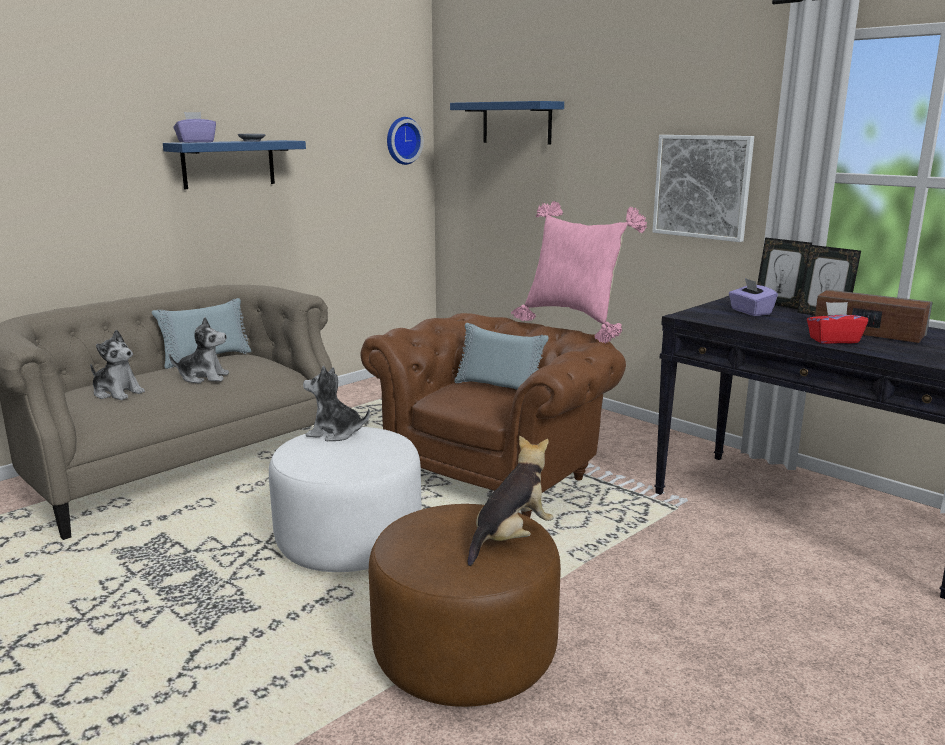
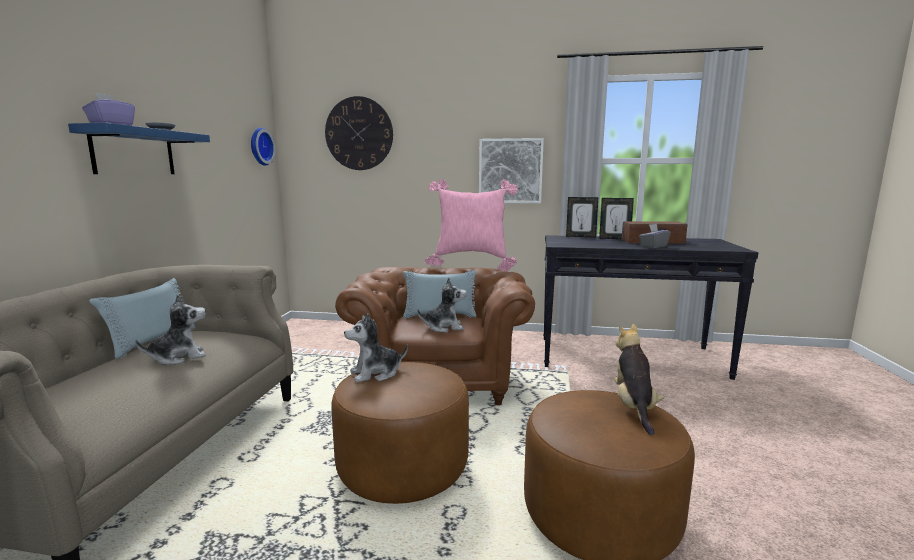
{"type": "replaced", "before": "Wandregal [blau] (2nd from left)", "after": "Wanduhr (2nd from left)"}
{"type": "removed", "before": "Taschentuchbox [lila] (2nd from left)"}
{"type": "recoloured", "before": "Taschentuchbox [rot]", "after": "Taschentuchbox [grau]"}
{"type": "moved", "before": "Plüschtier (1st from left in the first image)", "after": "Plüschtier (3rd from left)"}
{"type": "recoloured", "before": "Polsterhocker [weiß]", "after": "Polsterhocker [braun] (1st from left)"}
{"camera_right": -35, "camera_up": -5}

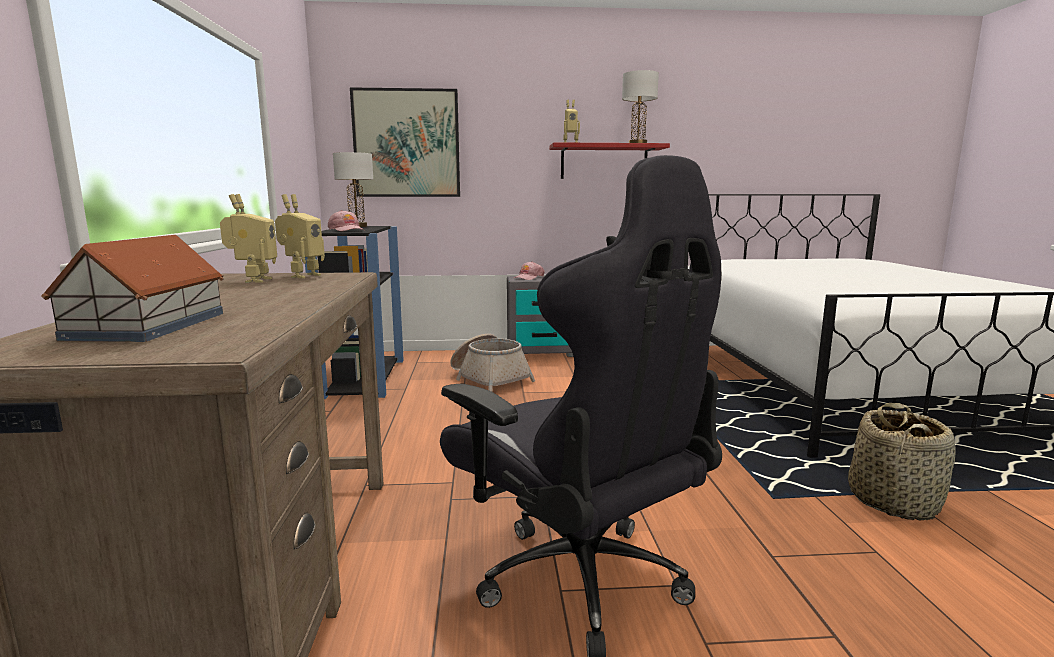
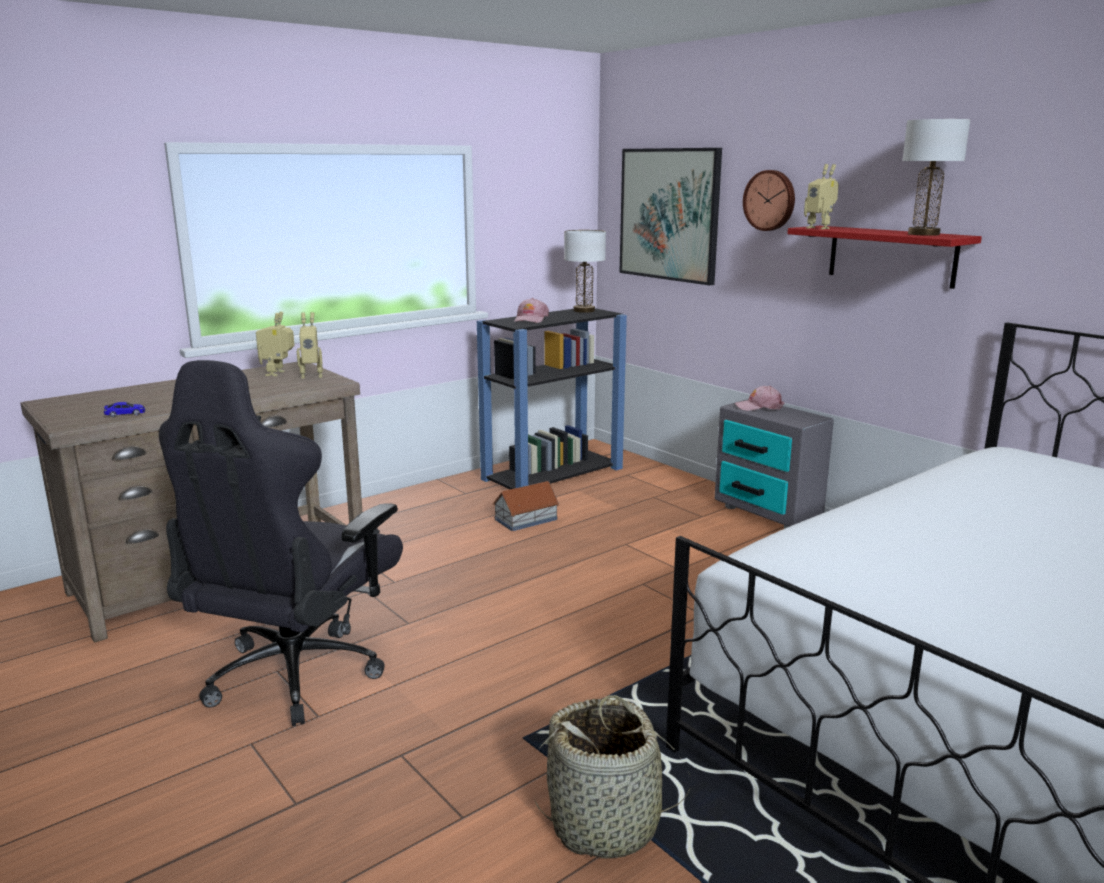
{"type": "turned", "before": "Spielzeugroboter (1st from left)", "turn": 135}
{"type": "moved", "before": "Spielzeughaus"}
{"type": "removed", "before": "Korb (1st from left)"}
{"type": "added", "after": "Wanduhr"}
{"type": "added", "after": "Spielzeugauto"}
{"camera_right": 55, "camera_up": 5}

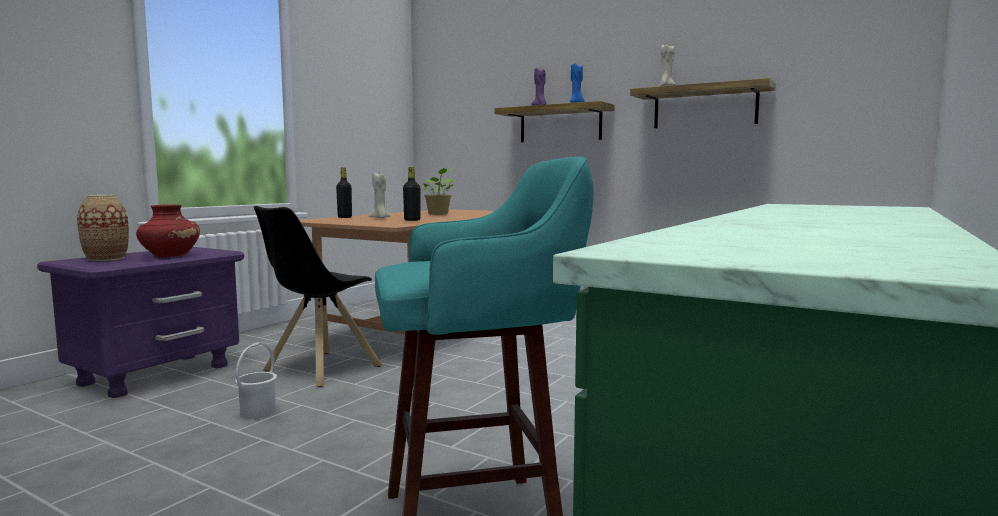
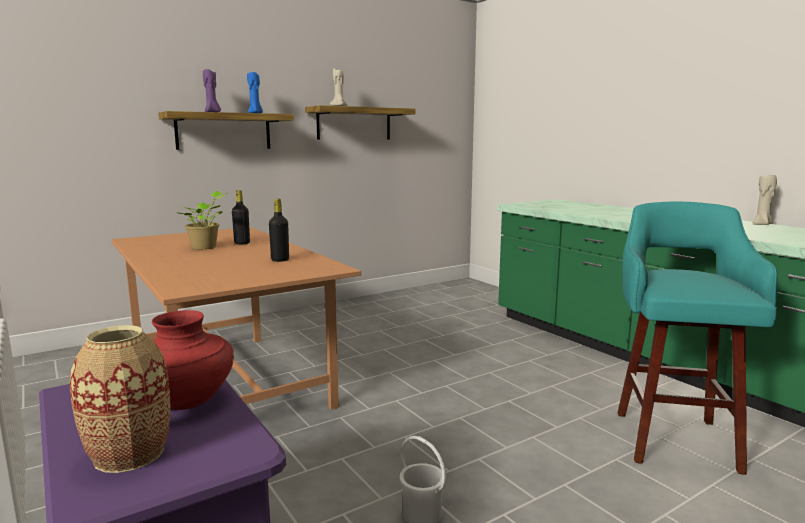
{"type": "moved", "before": "Flasche [schwarz] (1st from left)"}
{"type": "moved", "before": "Kerze [beige] (1st from left in the first image)", "after": "Kerze [beige] (2nd from left)"}
{"type": "removed", "before": "Stuhl [schwarz]"}
{"camera_right": -65, "camera_up": 5}

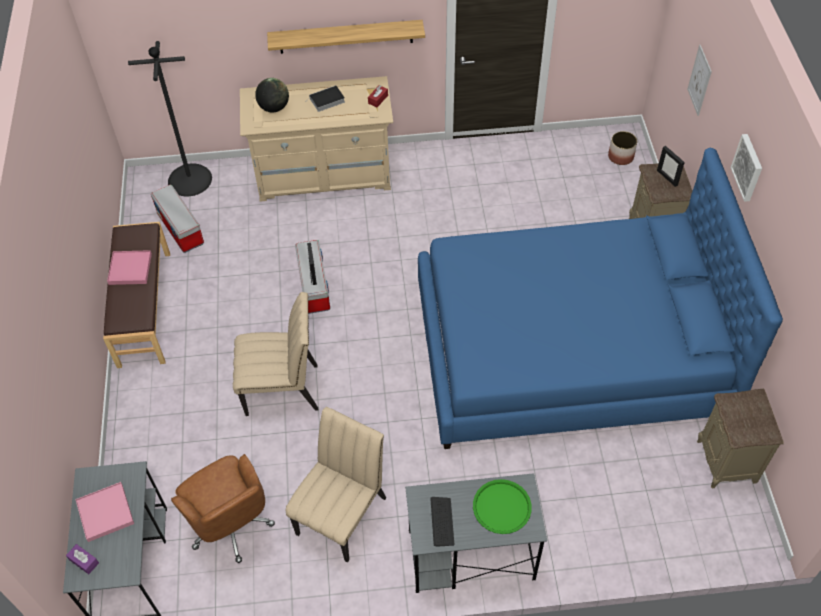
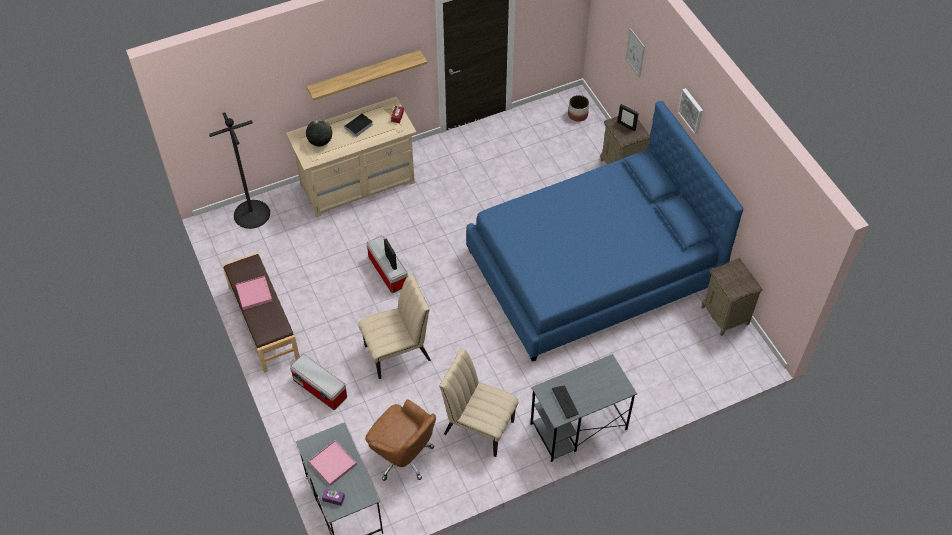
{"type": "moved", "before": "Aufbewahrungsbox (1st from left)"}
{"type": "turned", "before": "Stuhl [beige] (2nd from left)", "turn": -75}
{"type": "removed", "before": "Tablett [grün]"}
{"camera_right": -20, "camera_up": 0}

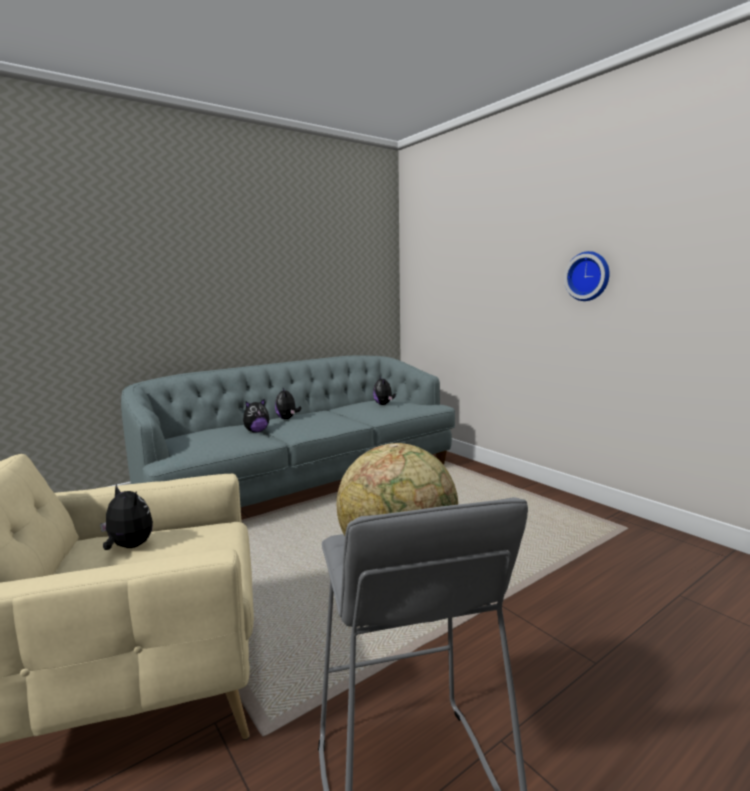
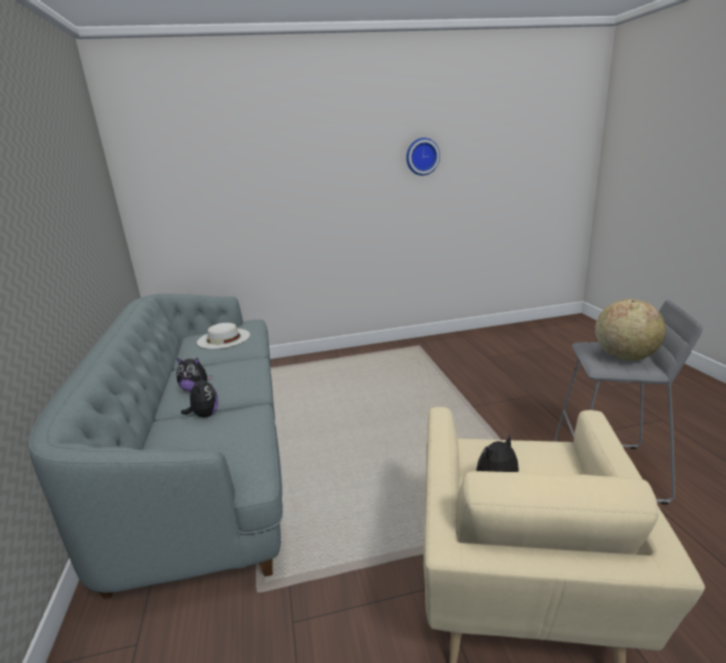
{"type": "moved", "before": "Wanduhr"}
{"type": "replaced", "before": "Plüschtier (4th from left)", "after": "Hut [weiß]"}
{"camera_right": -65, "camera_up": 10}

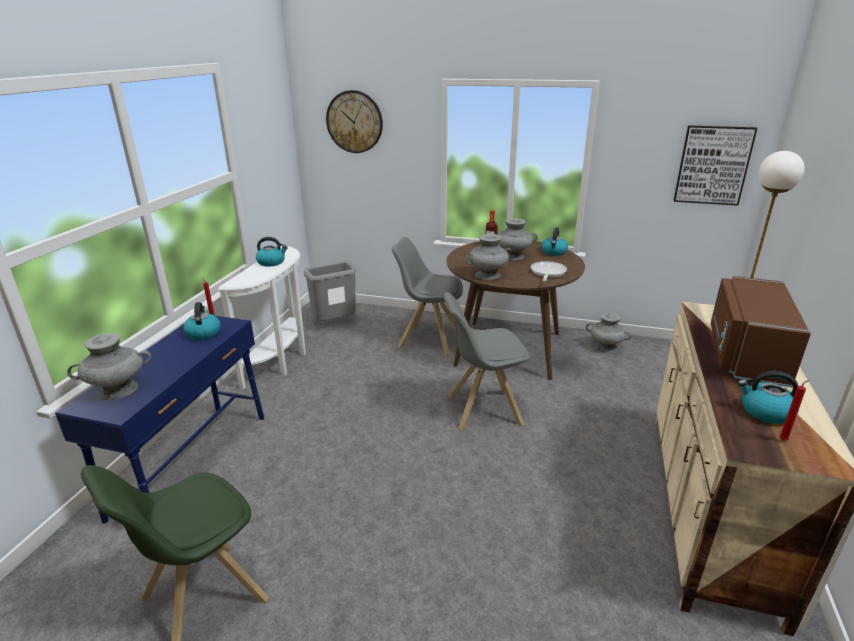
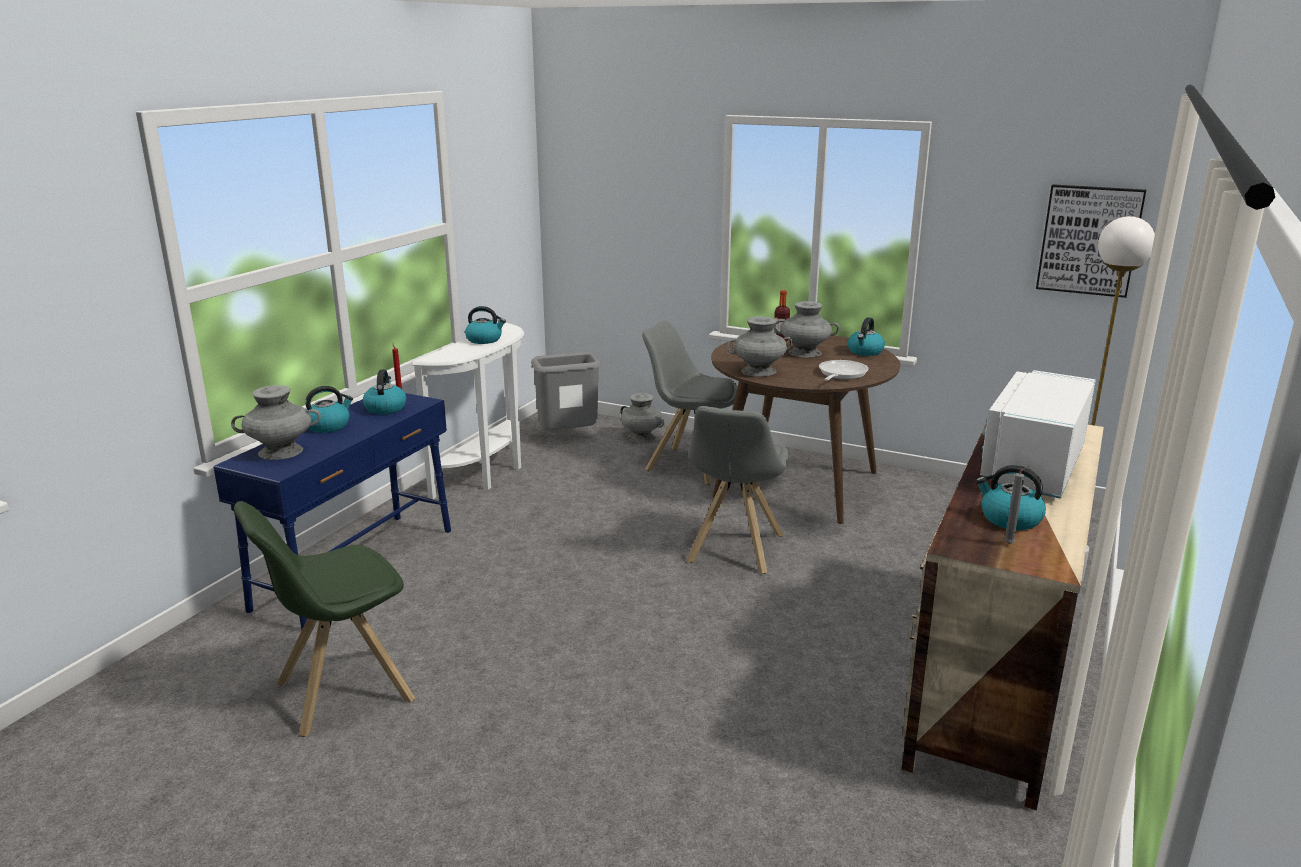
{"type": "removed", "before": "Wanduhr"}
{"type": "recoloured", "before": "Mikrowelle [braun]", "after": "Mikrowelle [weiß]"}
{"type": "turned", "before": "Stuhl [grau] (2nd from left)", "turn": -75}
{"type": "moved", "before": "Vase [grau] (4th from left in the first image)", "after": "Vase [grau] (2nd from left)"}
{"type": "recoloured", "before": "Kerze [rot] (2nd from left)", "after": "Kerze [grau]"}
{"type": "added", "after": "Wasserkessel (1st from left)"}
{"camera_right": 10, "camera_up": -5}

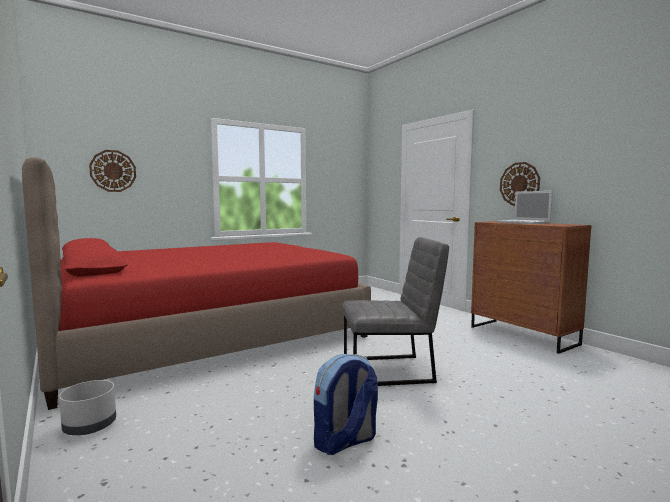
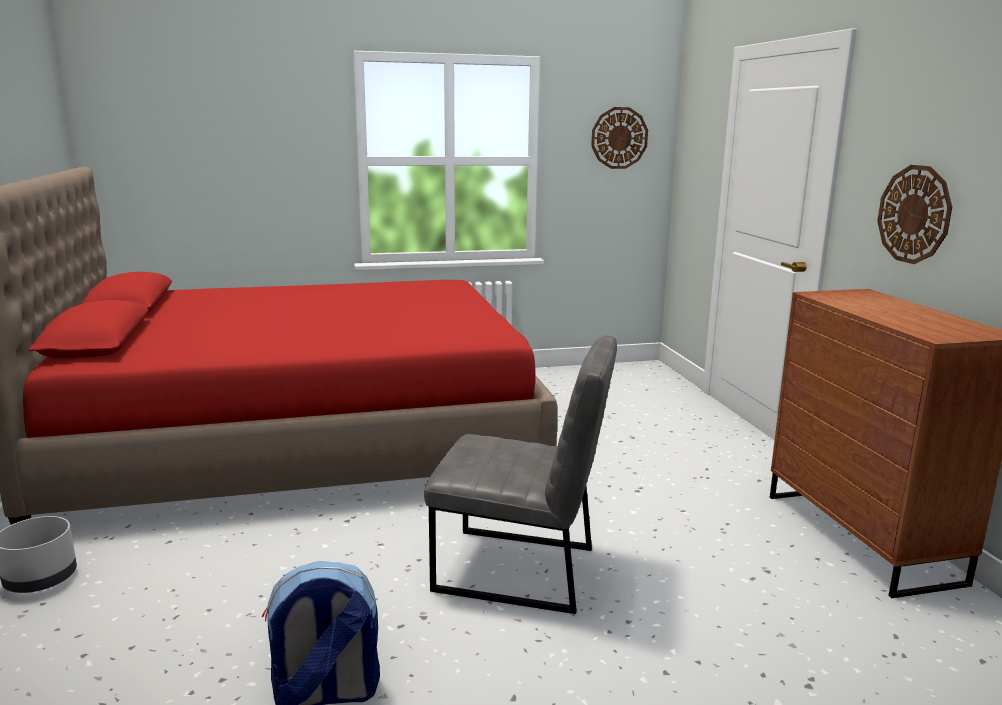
{"type": "moved", "before": "Wanduhr (1st from left)"}
{"type": "removed", "before": "Laptop"}
{"camera_right": 20, "camera_up": 10}

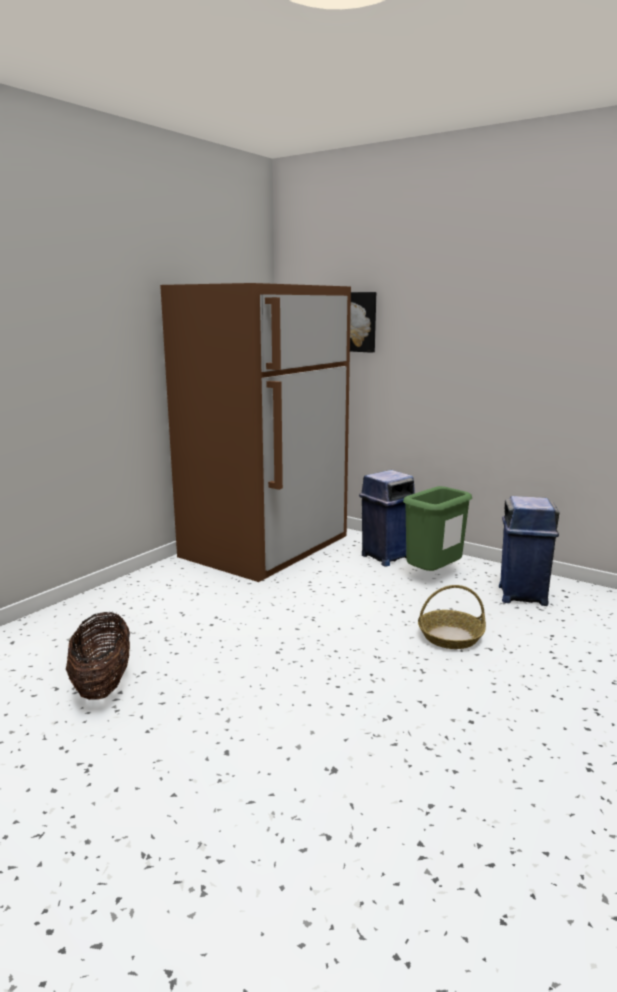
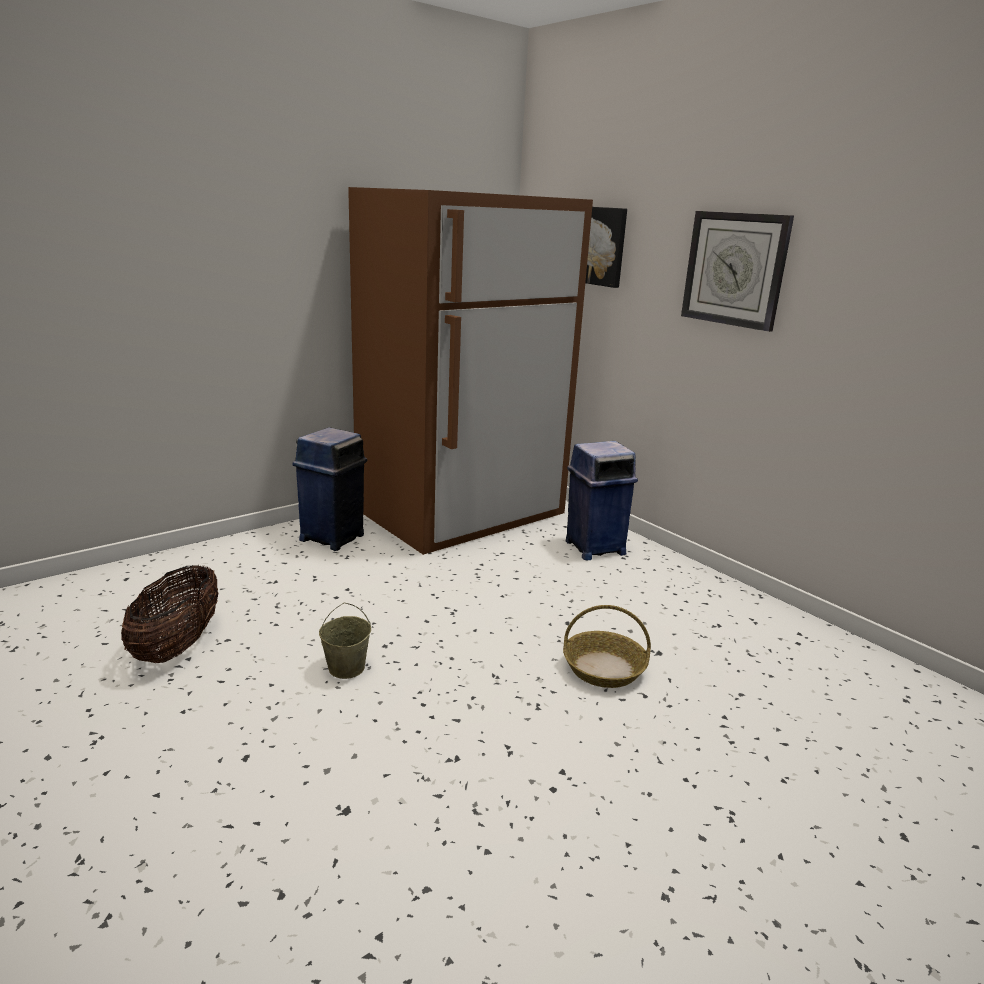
{"type": "removed", "before": "Mülleimer [grün]"}
{"type": "moved", "before": "Mülleimer [blau] (2nd from left in the first image)", "after": "Mülleimer [blau] (1st from left)"}
{"type": "added", "after": "Wanduhr"}
{"type": "added", "after": "Eimer [beige]"}
{"camera_right": 15, "camera_up": 5}

